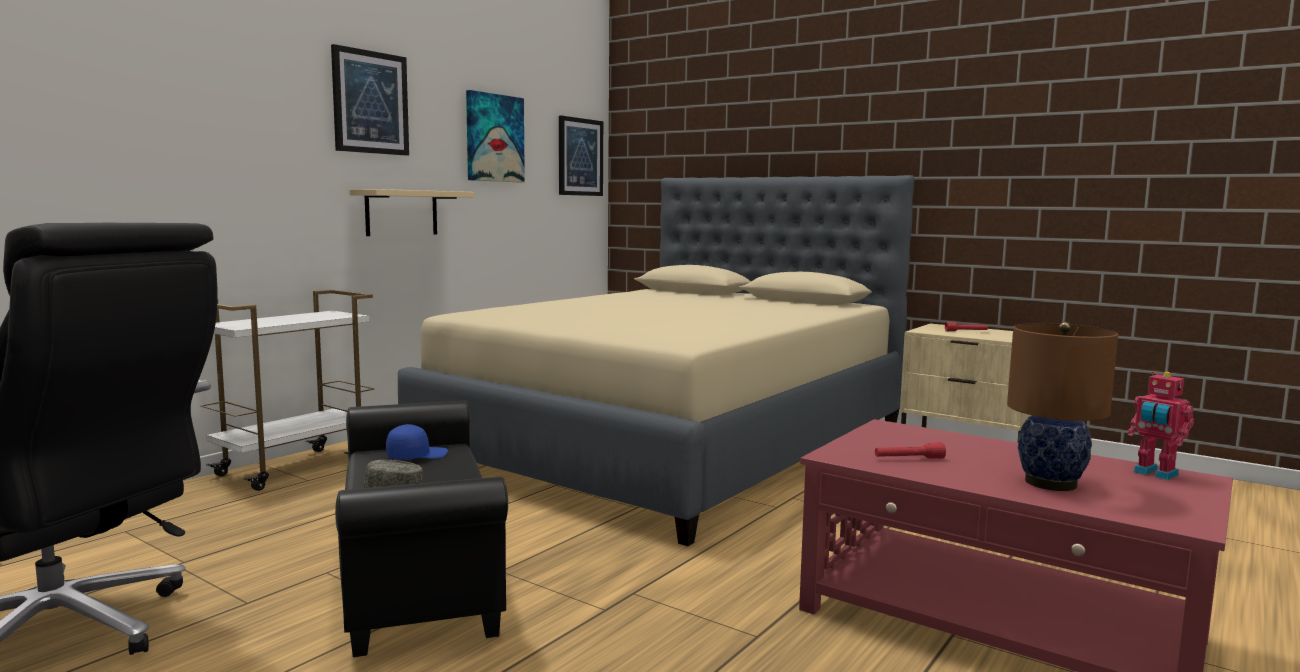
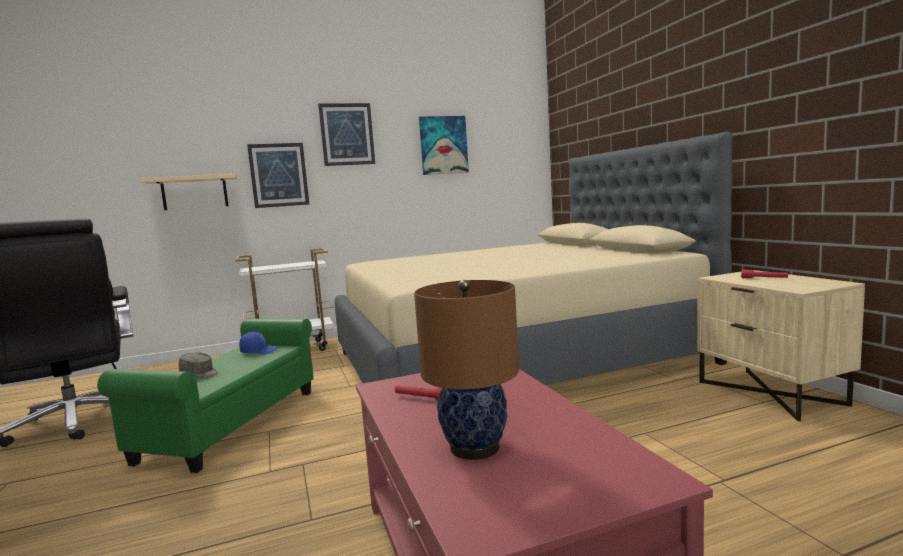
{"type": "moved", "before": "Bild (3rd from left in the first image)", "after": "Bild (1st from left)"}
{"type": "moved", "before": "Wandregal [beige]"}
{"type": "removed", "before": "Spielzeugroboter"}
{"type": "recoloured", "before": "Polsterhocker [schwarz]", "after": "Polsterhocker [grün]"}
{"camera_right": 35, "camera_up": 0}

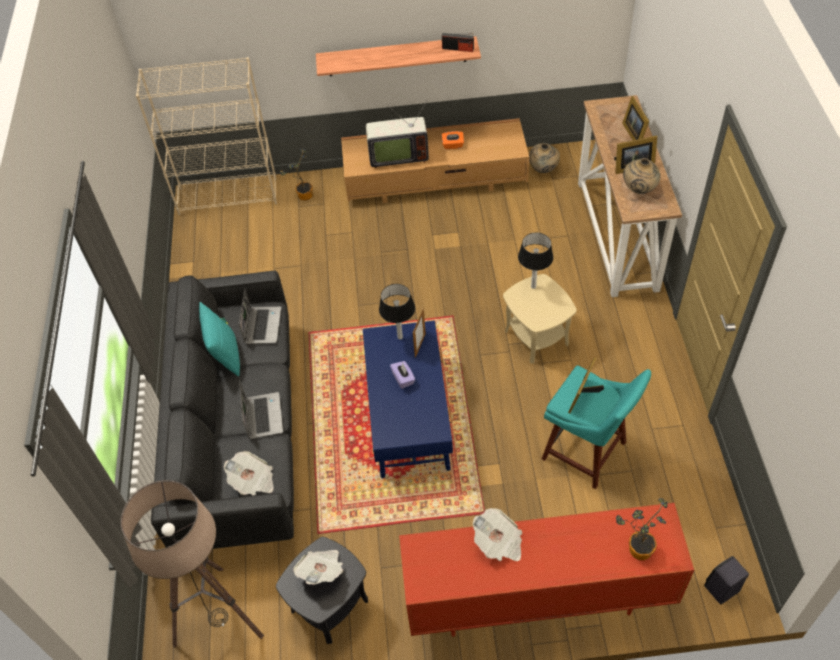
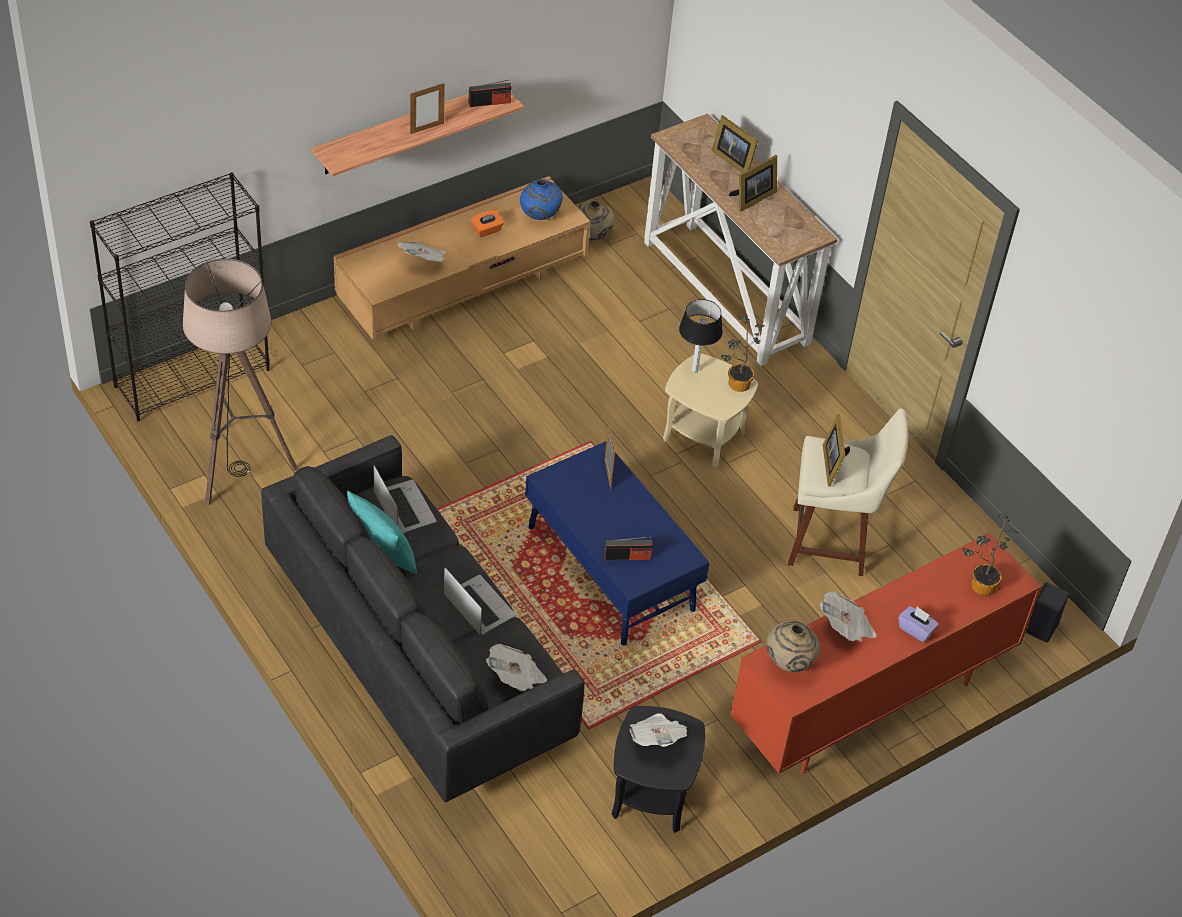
{"type": "recoloured", "before": "Bücherregal [beige]", "after": "Bücherregal [schwarz]"}
{"type": "replaced", "before": "Fernseher", "after": "Zeitung (1st from left)"}
{"type": "moved", "before": "Topfpflanze (1st from left)"}
{"type": "moved", "before": "Vase [beige] (2nd from left)"}
{"type": "removed", "before": "Tischlampe (1st from left)"}
{"type": "moved", "before": "Taschentuchbox [lila]"}
{"type": "recoloured", "before": "Hocker [türkis]", "after": "Hocker [beige]"}
{"type": "moved", "before": "Stehlampe"}
{"type": "added", "after": "Bilderrahmen (1st from left)"}
{"type": "added", "after": "Vase [blau]"}
{"type": "added", "after": "Radio (2nd from left)"}
{"camera_right": -35, "camera_up": -5}

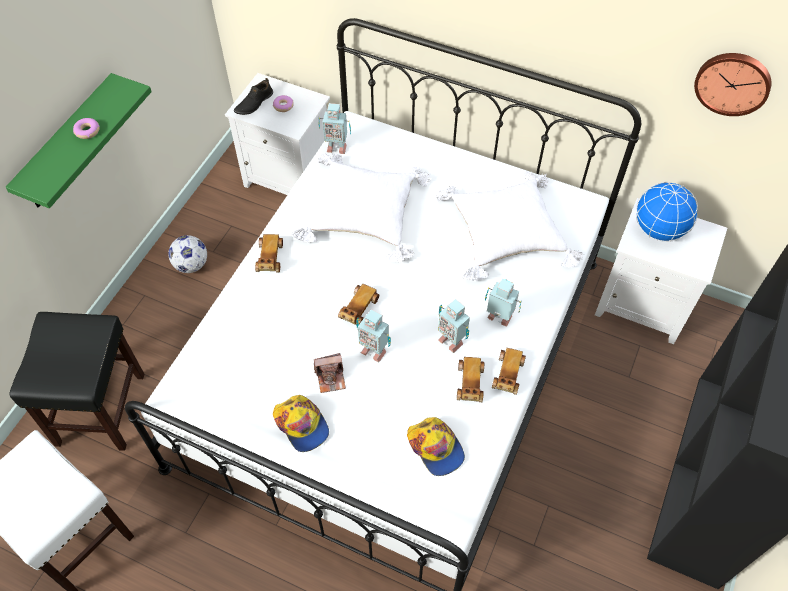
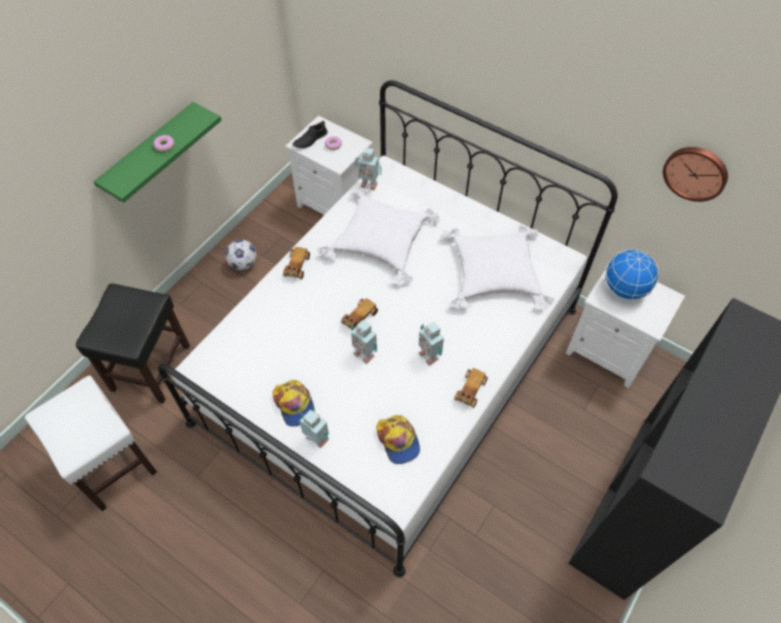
{"type": "moved", "before": "Spielzeugroboter (4th from left in the first image)", "after": "Spielzeugroboter (1st from left)"}
{"type": "removed", "before": "Kamera"}
{"type": "removed", "before": "Spielzeugauto (3rd from left)"}
{"camera_right": 10, "camera_up": 0}

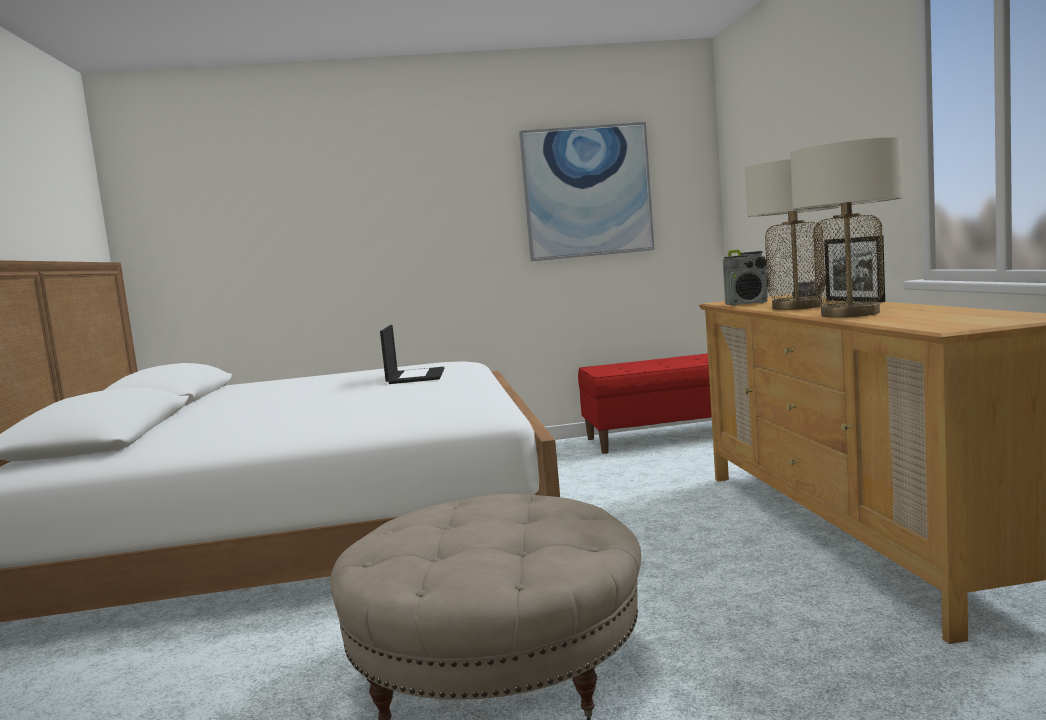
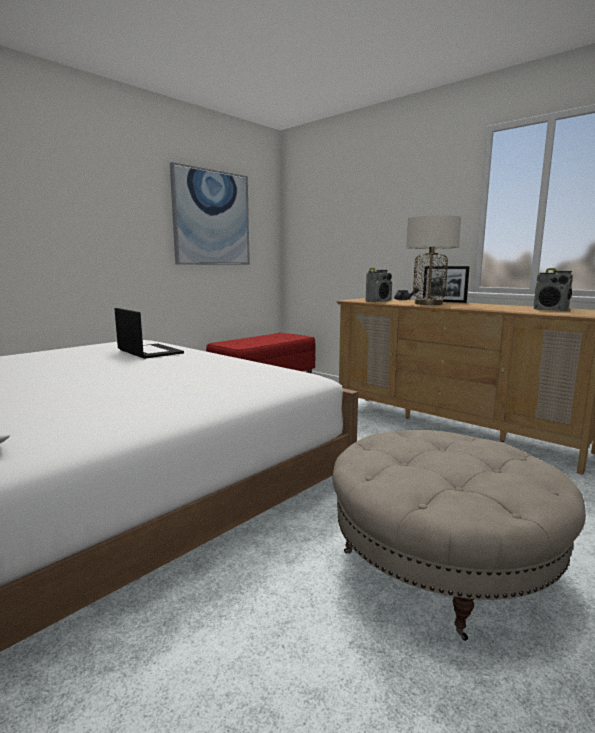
{"type": "removed", "before": "Tischlampe (2nd from left)"}
{"type": "added", "after": "Radio (2nd from left)"}
{"camera_right": -40, "camera_up": 5}

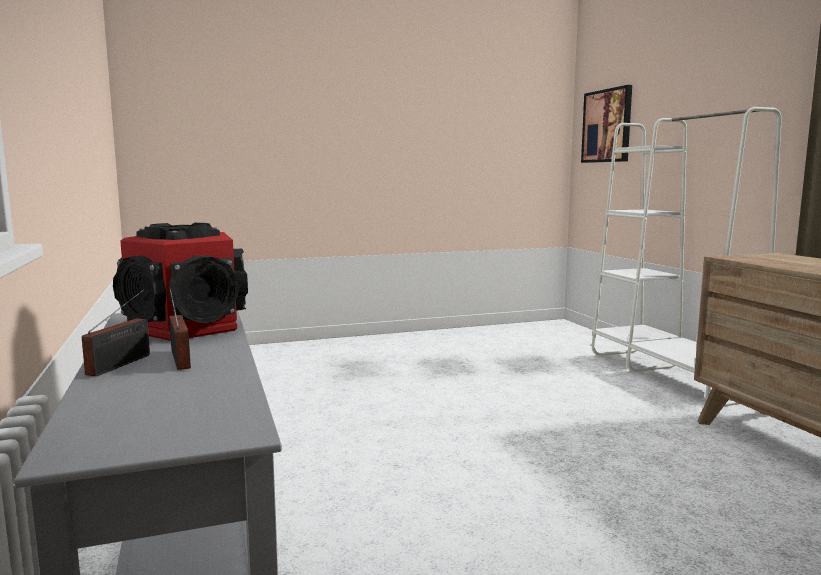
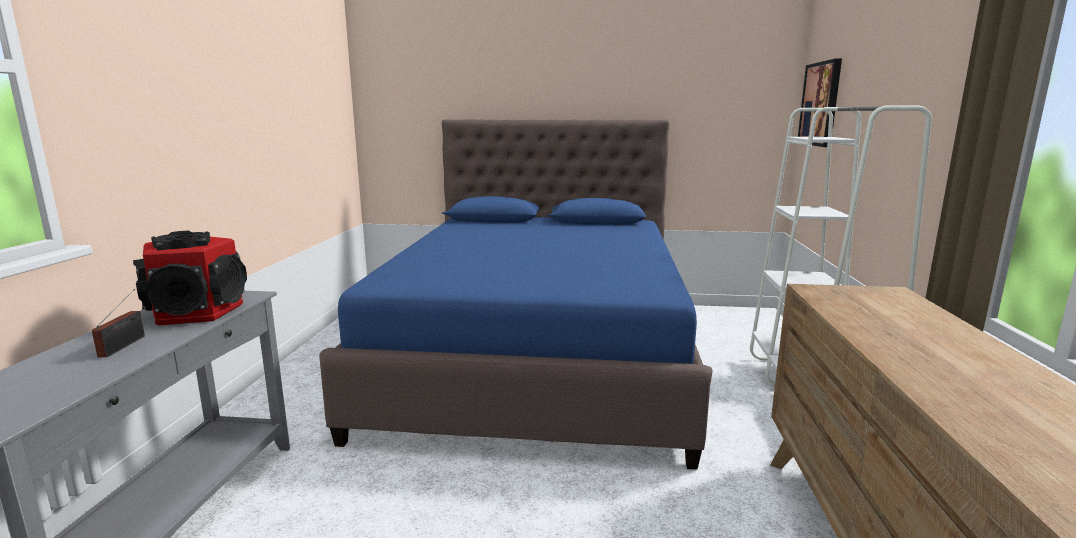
{"type": "removed", "before": "Radio (1st from left)"}
{"type": "added", "after": "Bett [blau]"}
{"camera_right": 25, "camera_up": 5}

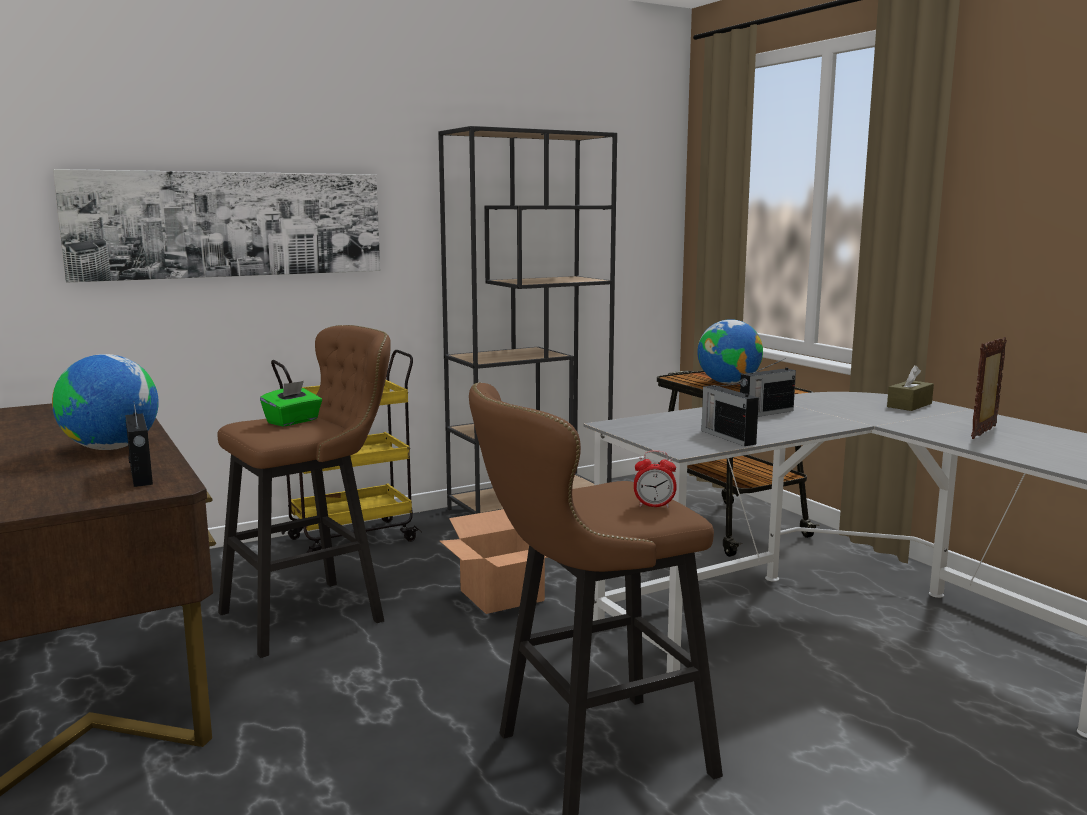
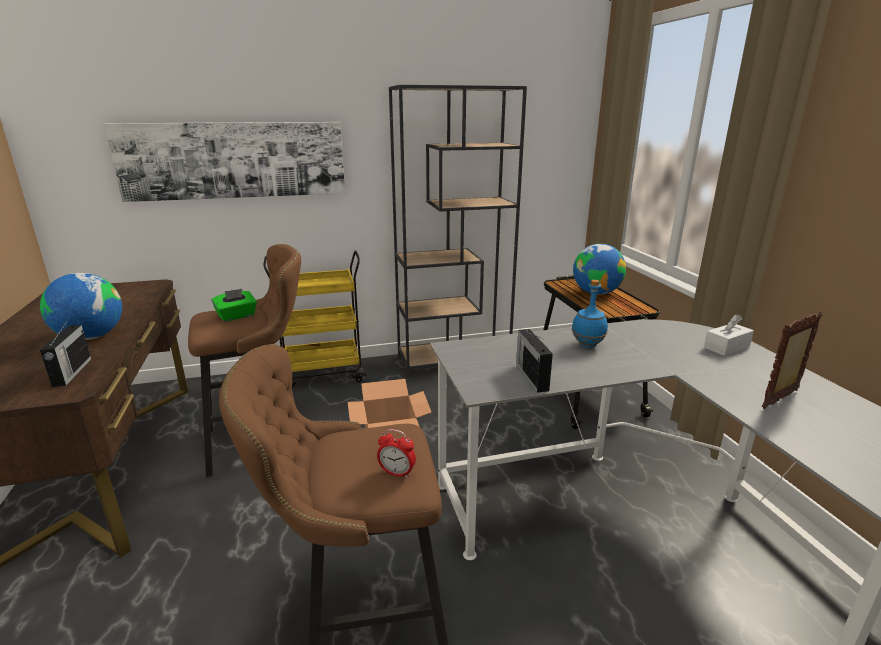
{"type": "replaced", "before": "Radio (3rd from left)", "after": "Flasche [blau]"}
{"type": "recoloured", "before": "Taschentuchbox [braun]", "after": "Taschentuchbox [weiß]"}
{"camera_right": 15, "camera_up": 10}

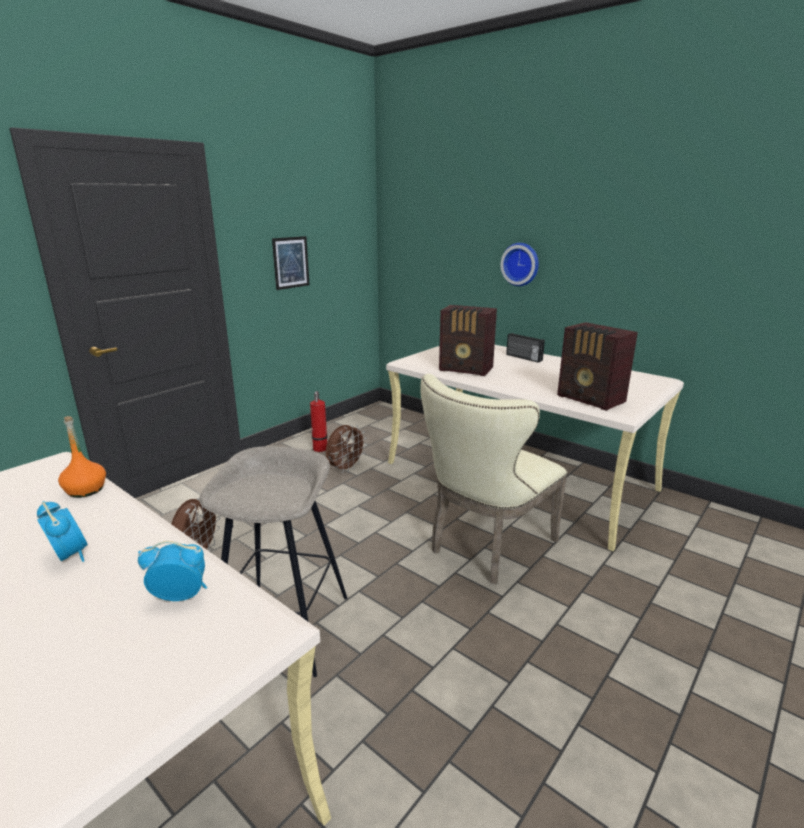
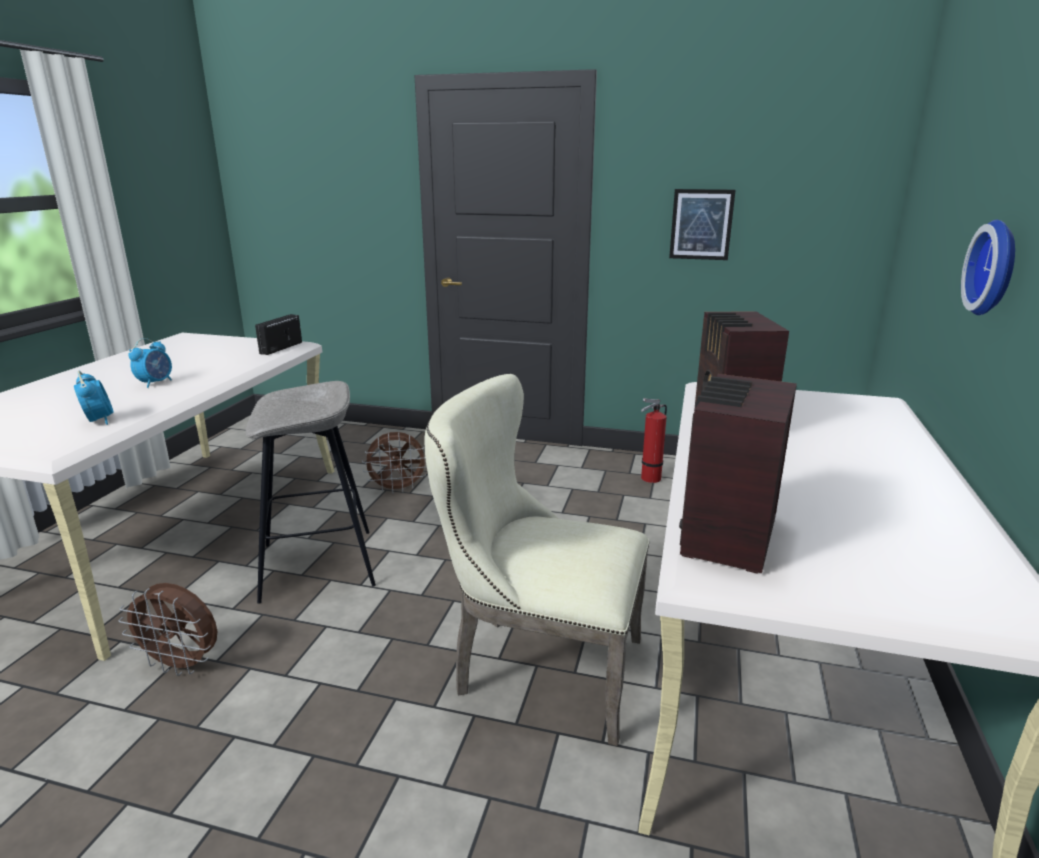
{"type": "moved", "before": "Radio (2nd from left in the first image)", "after": "Radio (1st from left)"}
{"type": "removed", "before": "Flasche [orange]"}
{"type": "moved", "before": "Ventilator [braun] (2nd from left in the first image)", "after": "Ventilator [braun] (1st from left)"}
{"camera_right": 65, "camera_up": 0}

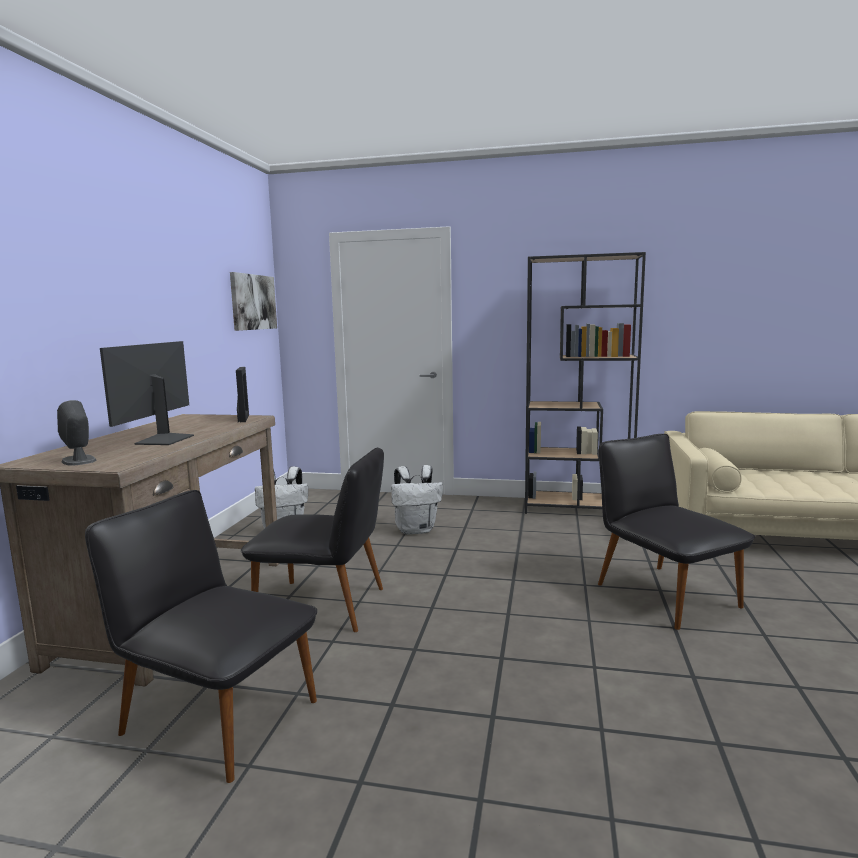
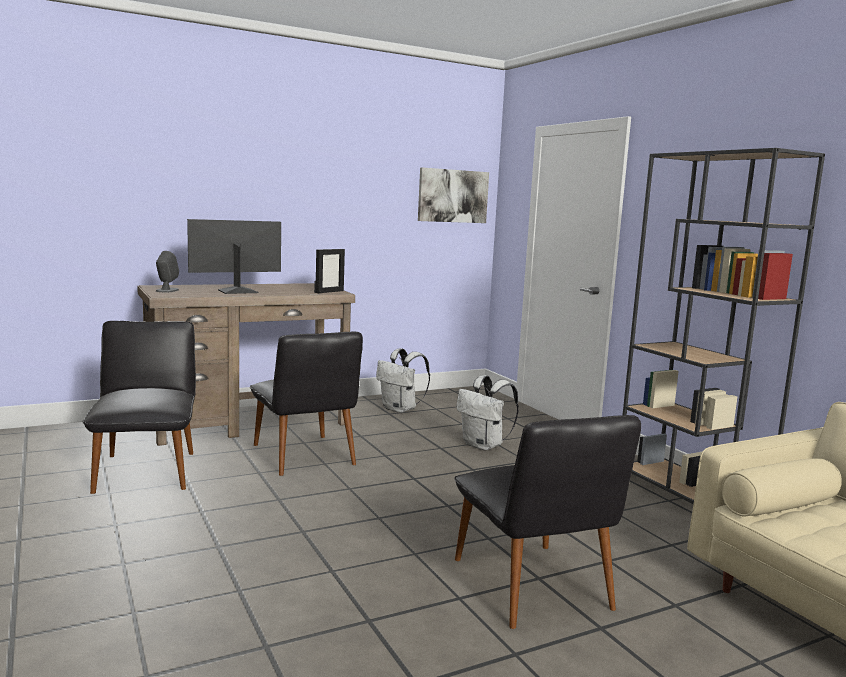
{"type": "turned", "before": "Stuhl [schwarz] (3rd from left)", "turn": 135}
{"camera_right": 50, "camera_up": 0}

